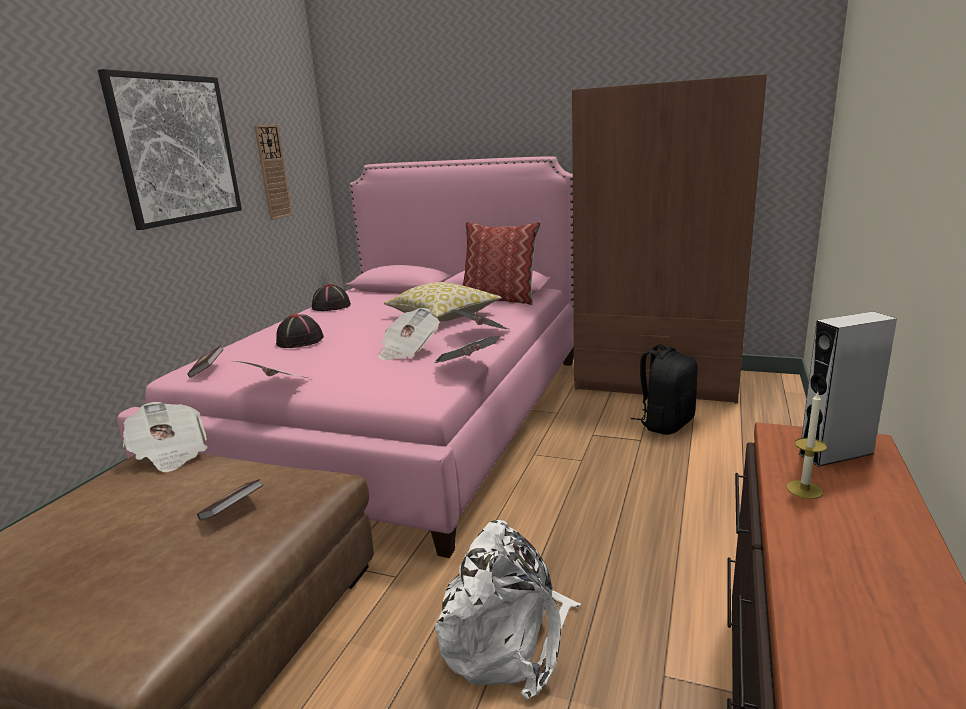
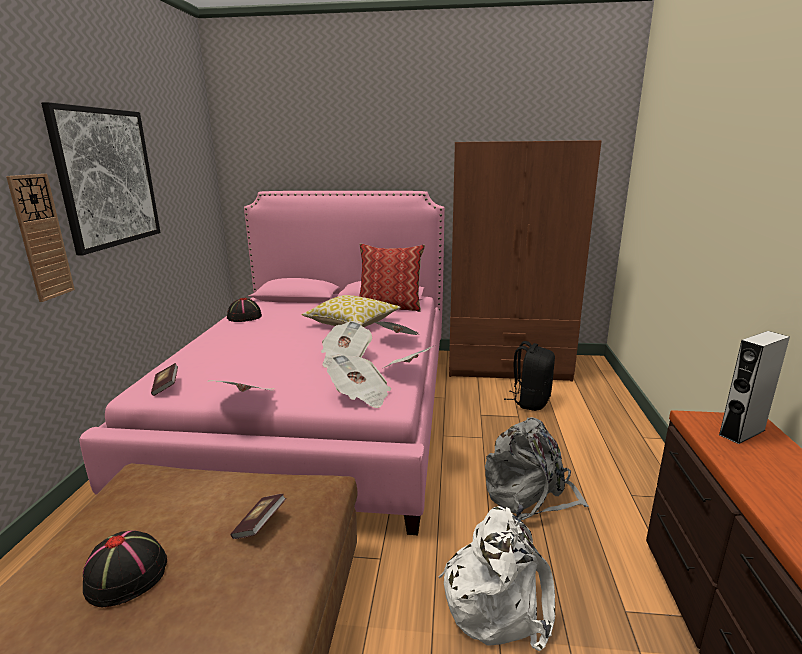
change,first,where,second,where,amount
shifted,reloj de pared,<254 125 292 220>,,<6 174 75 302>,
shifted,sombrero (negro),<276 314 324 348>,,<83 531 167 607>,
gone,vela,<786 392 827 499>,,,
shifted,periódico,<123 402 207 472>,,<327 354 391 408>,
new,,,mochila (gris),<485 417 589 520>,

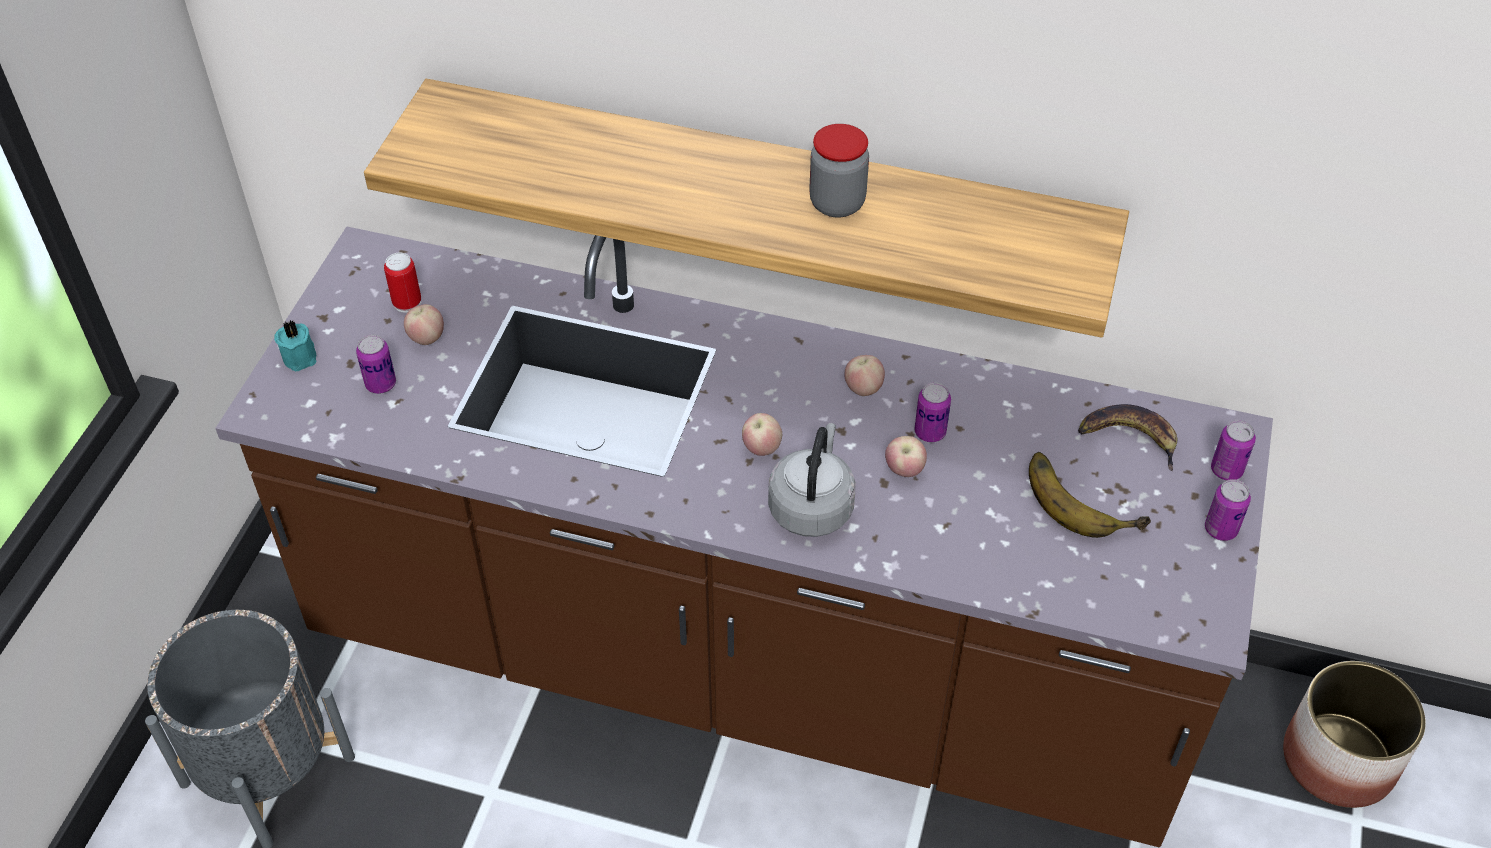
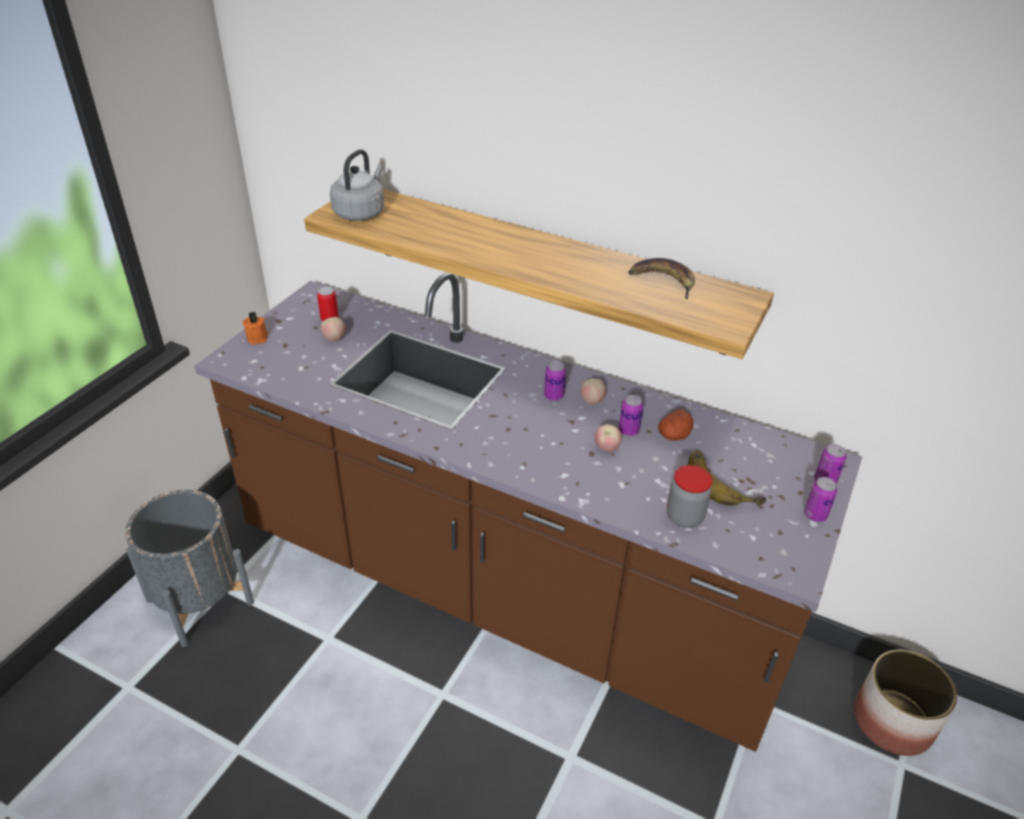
change,first,where,second,where,amount
shifted,tarro,<809 124 869 218>,,<667 465 712 528>,
repainted,vela (turquesa),<274 320 316 371>,vela (naranja),<243 312 268 345>,
shifted,lata,<356 335 396 394>,,<544 361 566 401>,
shifted,plátano,<1078 404 1177 471>,,<628 258 695 299>,
gone,manzana,<742 413 782 456>,,,
shifted,hervidor (gris),<768 423 855 537>,,<330 149 384 221>,
new,,,patata,<658 409 693 441>,

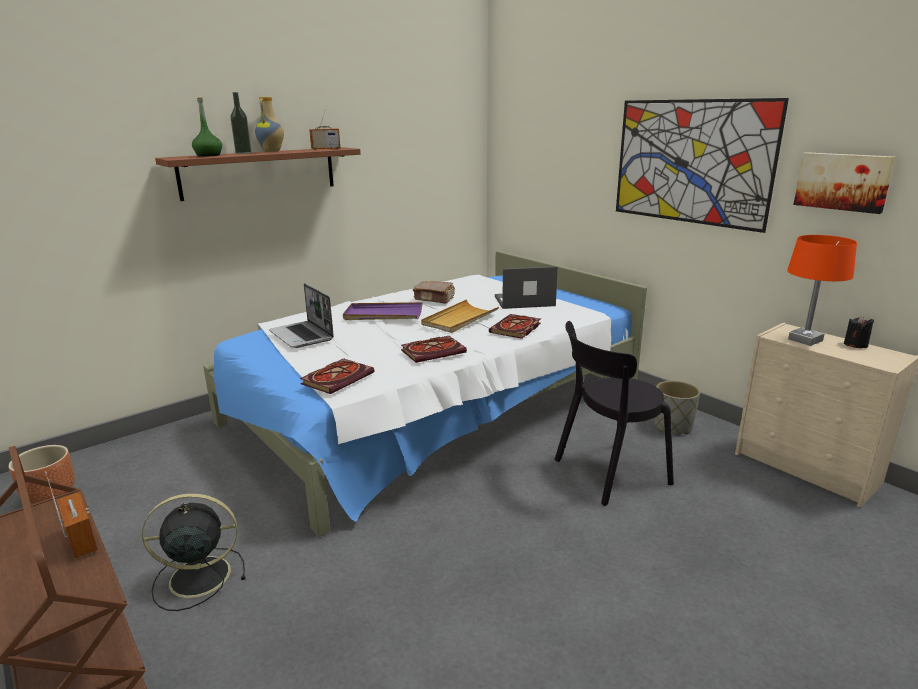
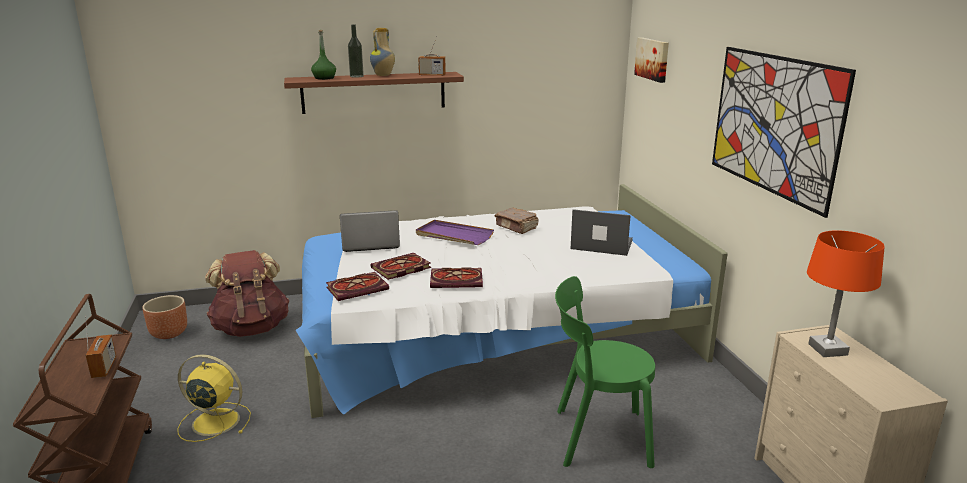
change,first,where,second,where,amount
shifted,cuadro,<793 152 896 214>,,<634 37 669 83>,
rotated,portátil,<269 283 334 348>,,<340 210 400 252>,90 degrees clockwise
gone,bandeja (beis),<421 299 499 333>,,,
shifted,libro,<489 314 541 339>,,<371 253 431 280>,
gone,vela (negro),<844 316 874 348>,,,
repainted,silla (negro),<555 321 674 506>,silla (verde),<555 276 655 468>,
gone,maceta (gris),<654 381 700 435>,,,
repainted,ventilador (negro),<142 493 245 611>,ventilador (amarillo),<178 354 251 442>,
new,,,mochila (marrón),<205 250 289 337>,

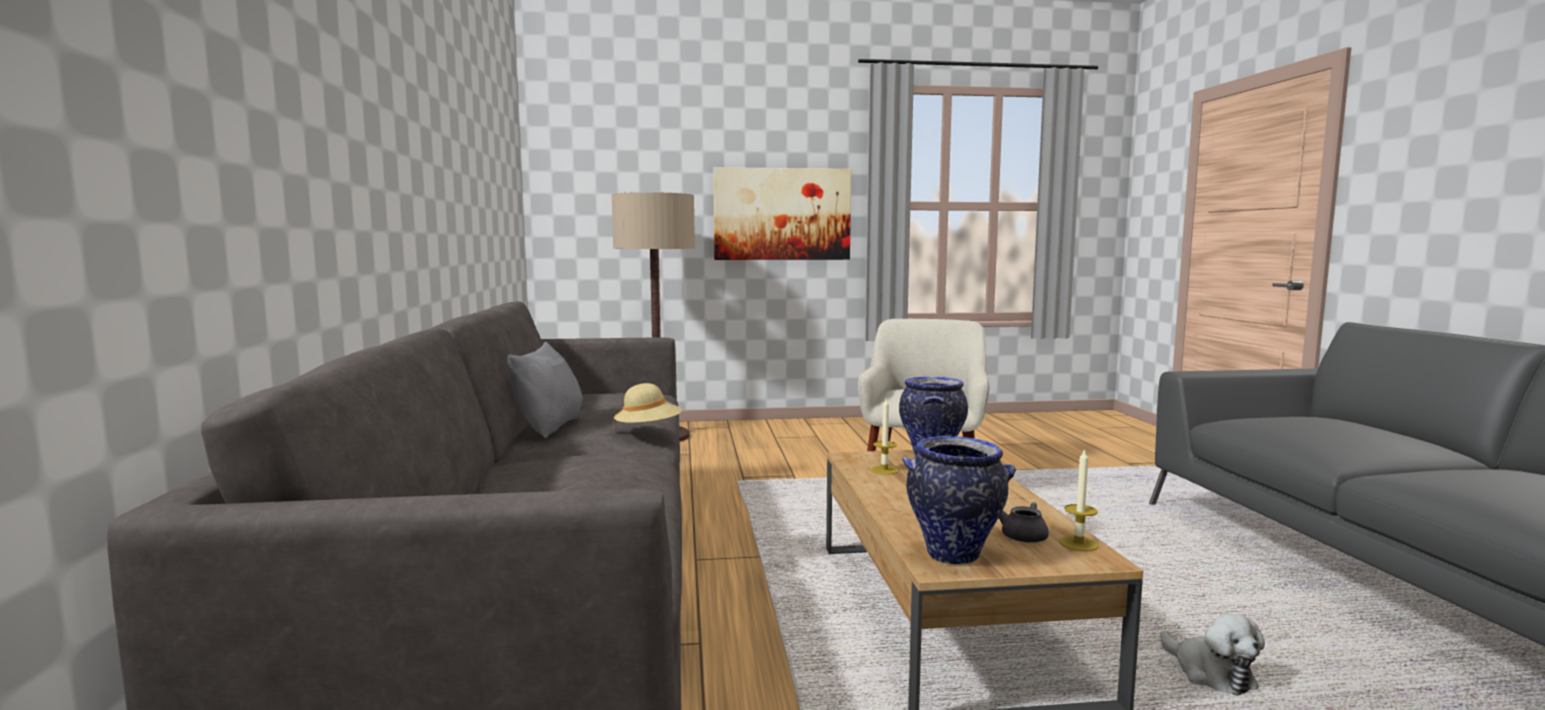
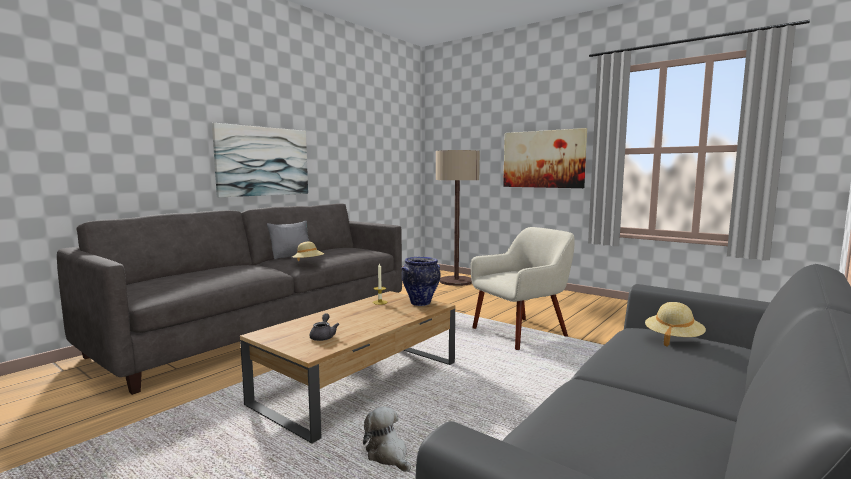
change,first,where,second,where,amount
gone,florero,<902 436 1016 565>,,,
gone,vela,<1059 448 1099 551>,,,
rotated,peluche,<1160 614 1265 695>,,<363 406 411 472>,120 degrees clockwise
new,,,cuadro,<212 123 308 197>,
new,,,sombrero (beis),<645 302 706 347>,

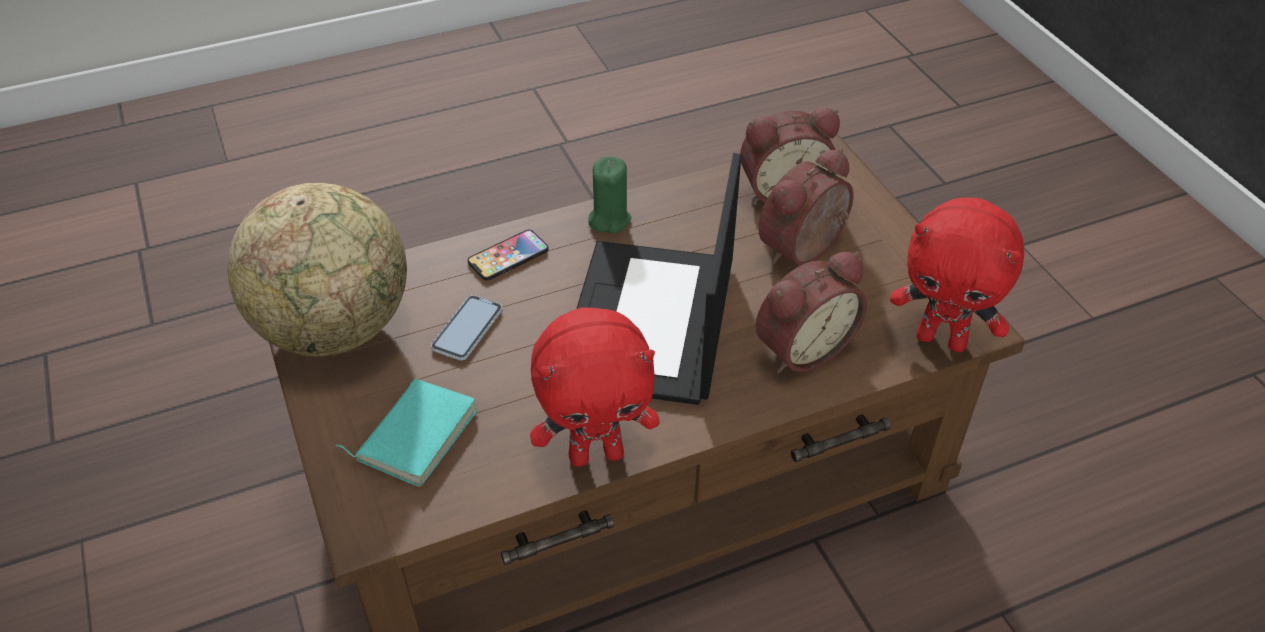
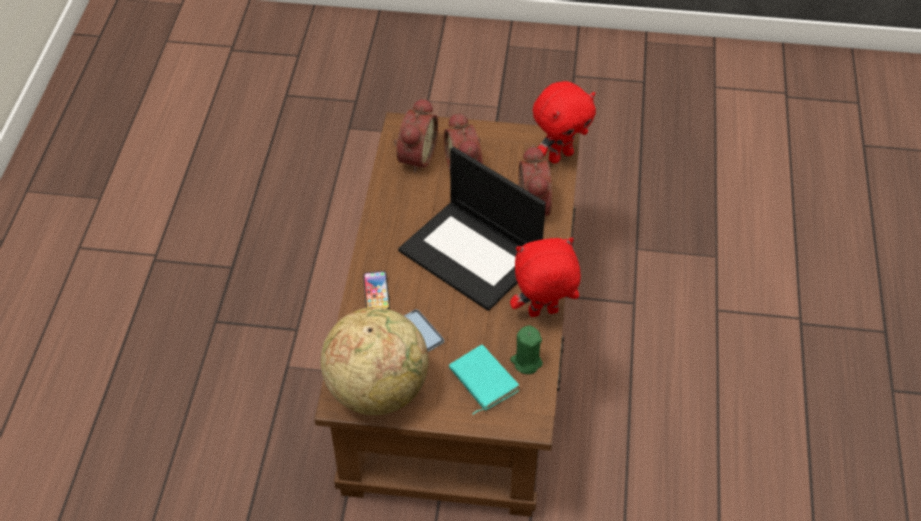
change,first,where,second,where,amount
shifted,vela (verde),<588 157 631 234>,,<510 326 543 374>,
rotated,peluche (rojo),<530 307 660 467>,,<510 238 581 317>,120 degrees counterclockwise

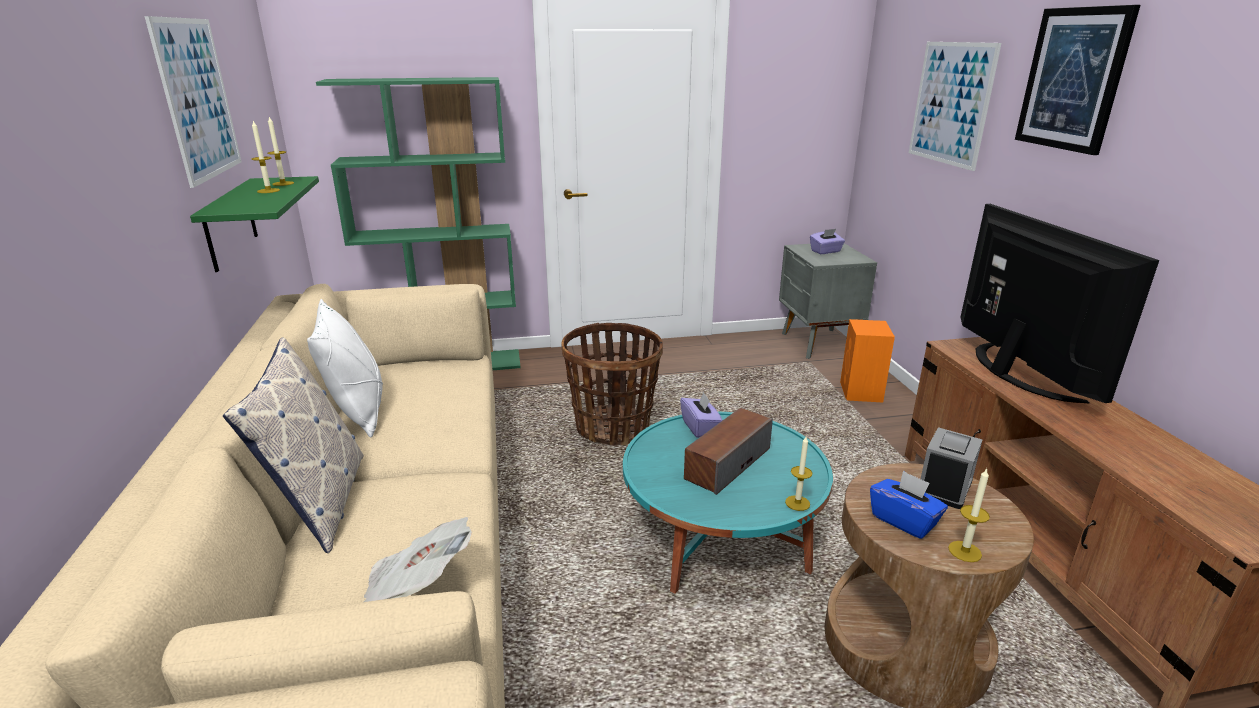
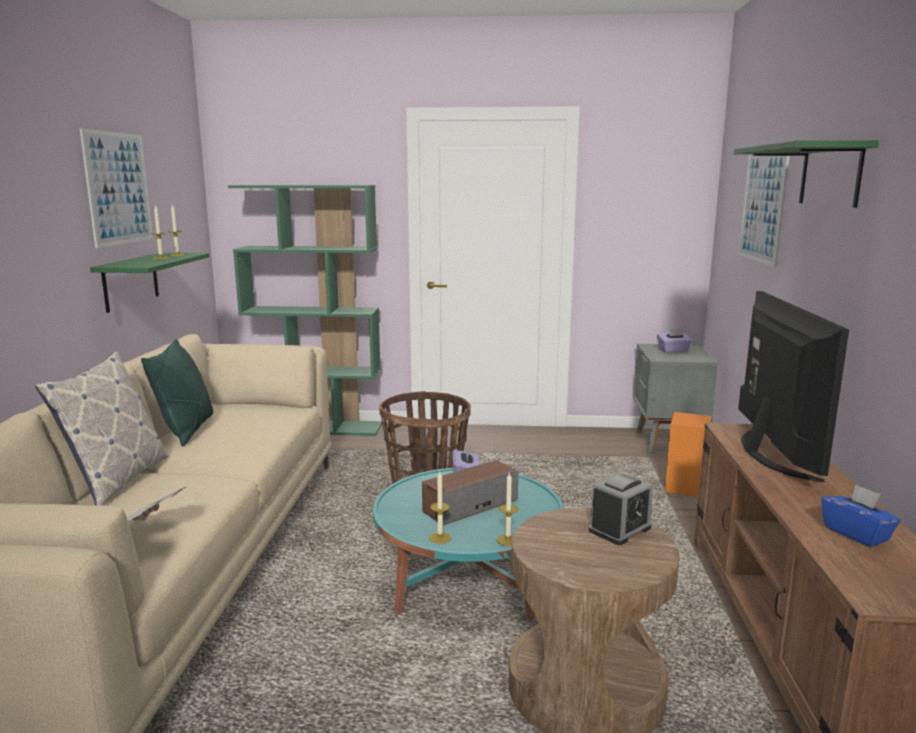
change,first,where,second,where,amount
swapped,cuadro,<1015 5 1140 155>,estante (verde),<734 140 879 208>,
repainted,cojín (blanco),<307 299 383 437>,cojín (verde),<141 339 213 447>,
shifted,vela,<948 468 990 562>,,<429 472 451 544>,
shifted,caja de pañuelos (azul),<870 470 948 539>,,<821 484 900 547>,

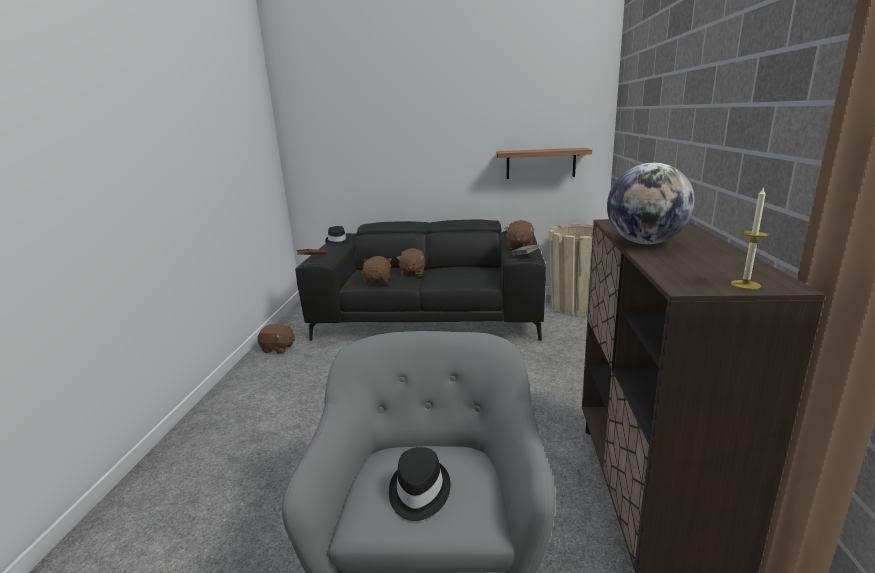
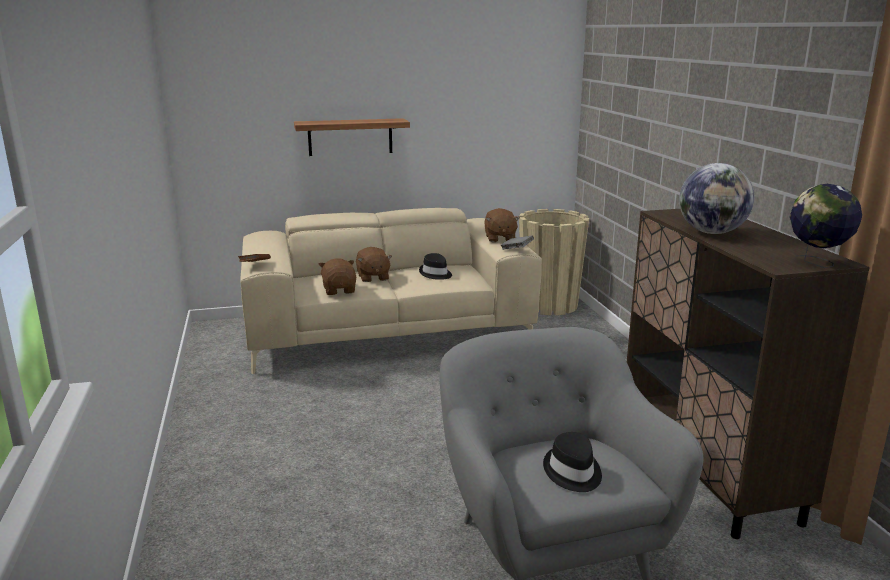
change,first,where,second,where,amount
shifted,estante,<496 148 592 179>,,<294 118 410 156>,
swapped,vela,<731 186 769 289>,globo terráqueo,<790 184 862 268>,
repainted,sofá (negro),<295 220 546 341>,sofá (beis),<240 208 542 374>,
shifted,sombrero (negro),<325 226 350 245>,,<419 253 452 280>,
gone,peluche (marrón),<257 324 295 354>,,,

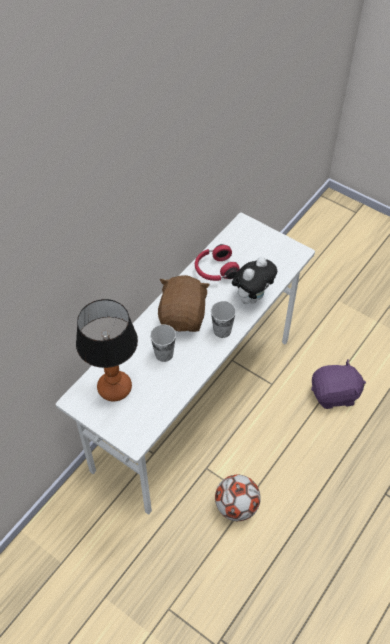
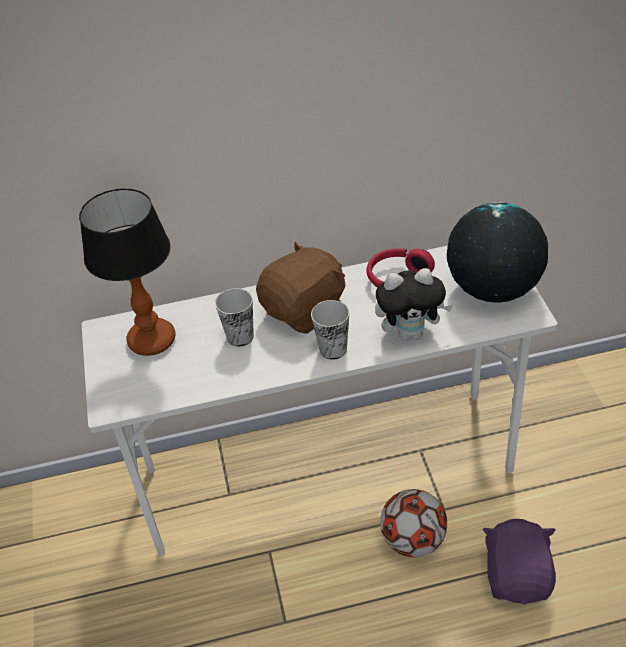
change,first,where,second,where,amount
rotated,peluche (morado),<311 359 366 409>,,<483 519 556 605>,120 degrees counterclockwise
shifted,balón de fútbol,<215 475 261 521>,,<380 489 447 557>,
new,,,globo terráqueo,<447 202 548 303>,

